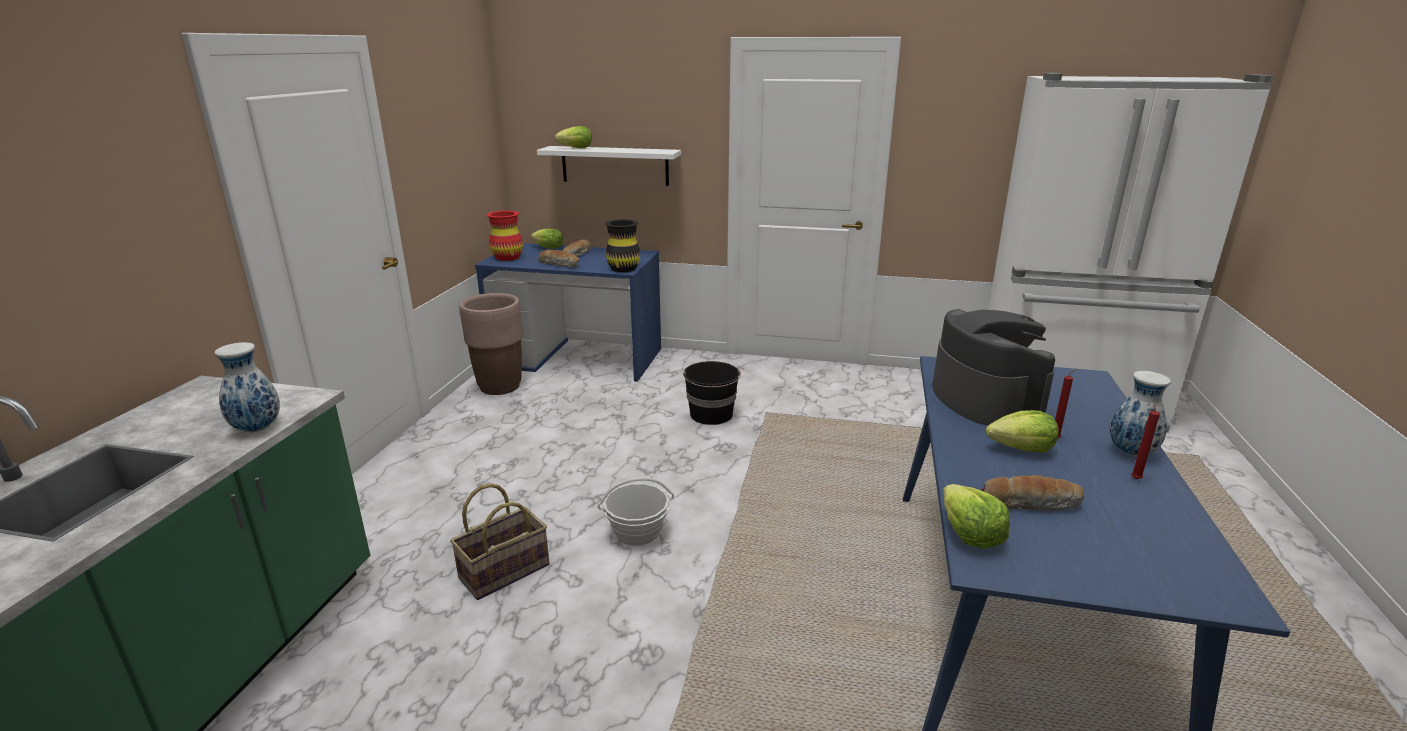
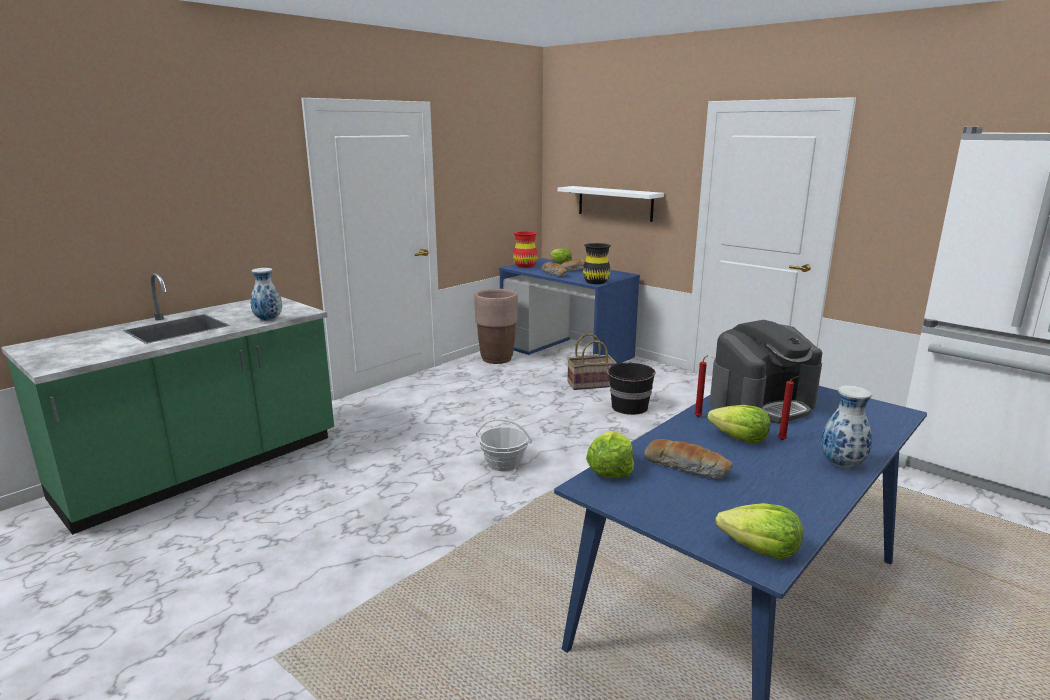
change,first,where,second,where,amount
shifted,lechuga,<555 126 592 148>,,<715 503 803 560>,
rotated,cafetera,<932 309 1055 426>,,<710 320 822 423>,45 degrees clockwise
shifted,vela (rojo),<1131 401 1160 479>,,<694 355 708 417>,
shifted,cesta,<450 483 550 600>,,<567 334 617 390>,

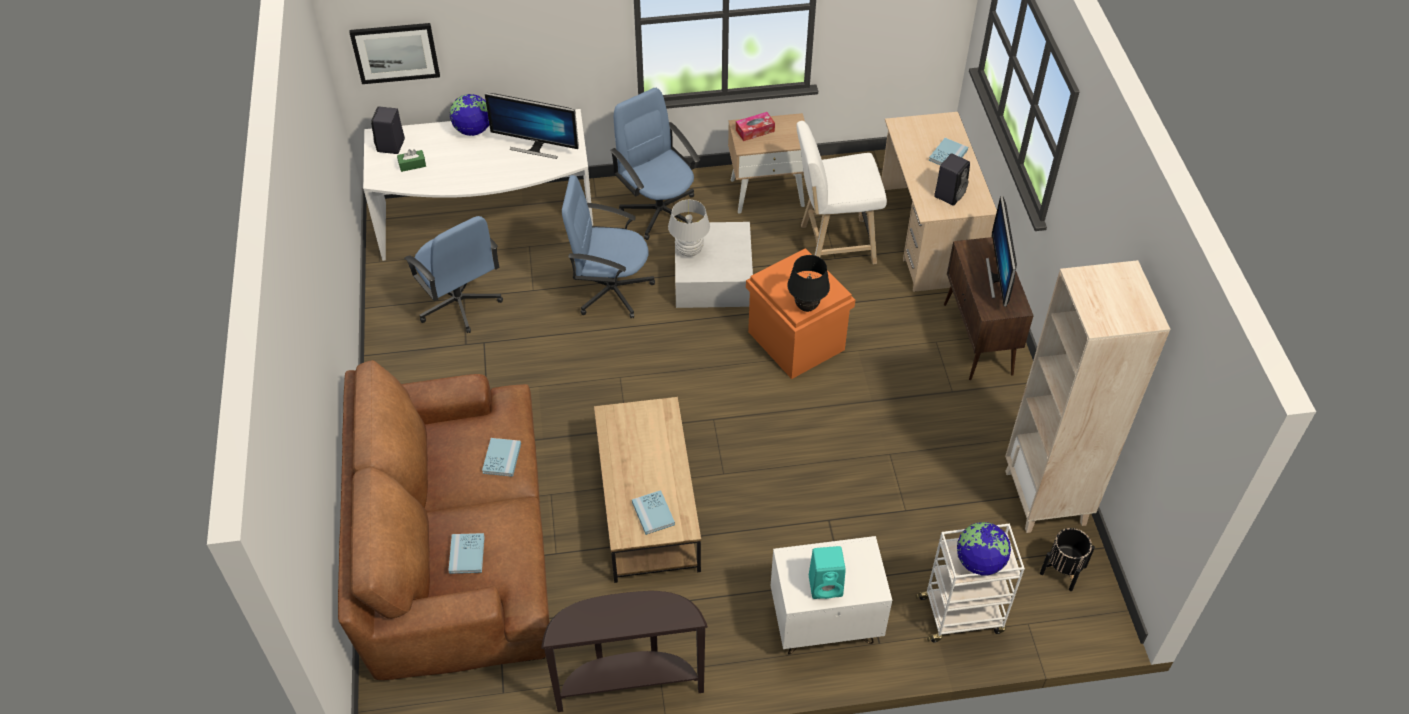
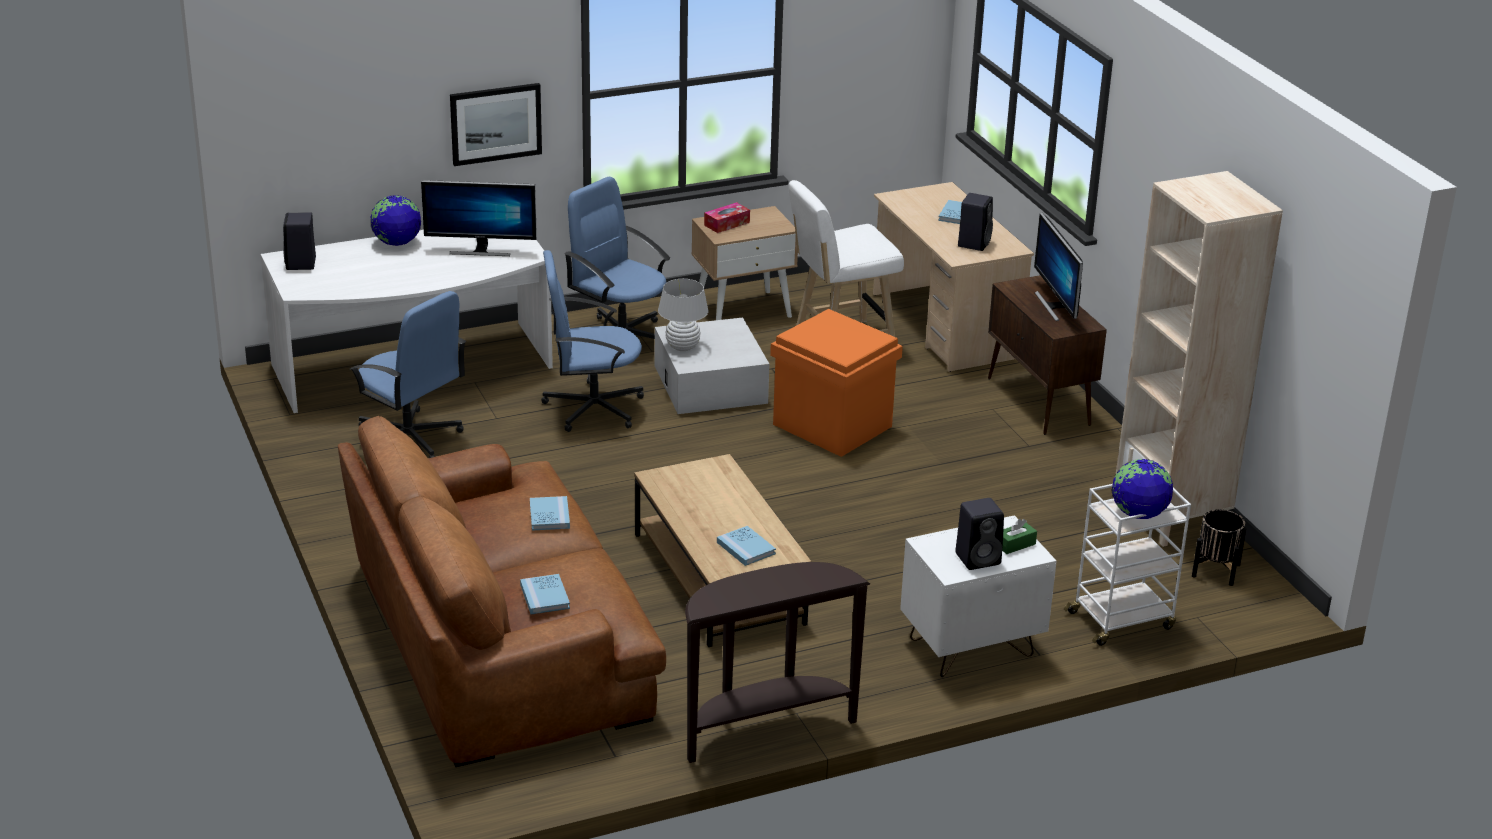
change,first,where,second,where,amount
shifted,cuadro,<349 23 440 84>,,<450 83 542 166>,
shifted,caja de pañuelos (verde),<397 149 426 172>,,<1002 519 1037 554>,
gone,lámpara de mesa (negro),<787 255 830 312>,,,
repainted,altavoz (turquesa),<809 546 846 599>,altavoz (negro),<955 498 1004 570>,

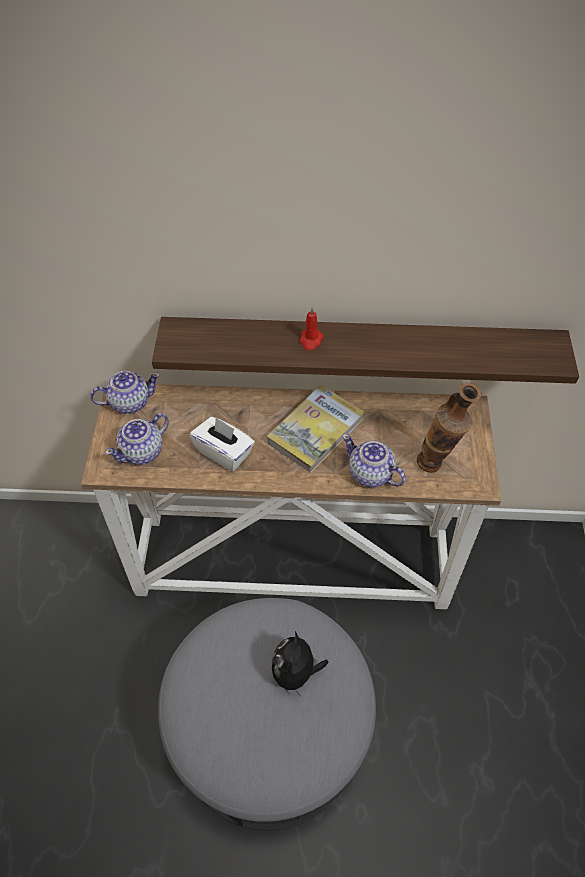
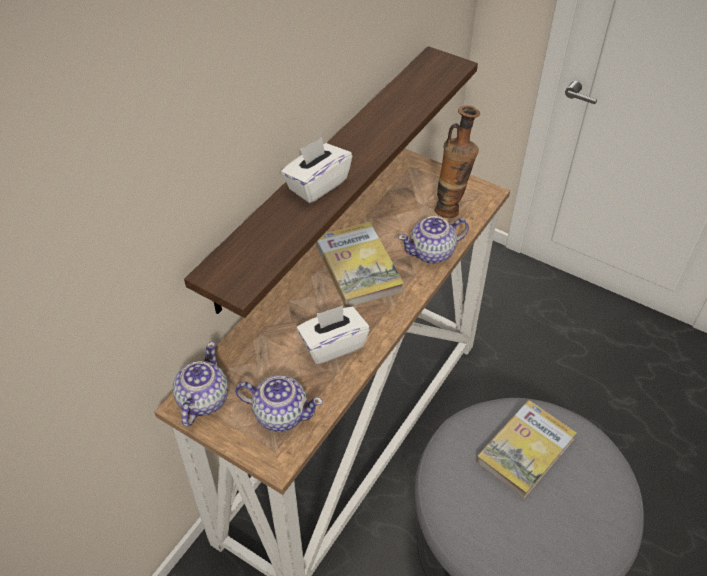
change,first,where,second,where,amount
swapped,vela (rojo),<300 307 324 351>,caja de pañuelos (blanco),<281 137 352 203>,
rotated,tetera,<105 413 169 465>,,<235 375 323 432>,60 degrees counterclockwise
swapped,peluche,<271 631 329 697>,libro,<476 400 577 498>,

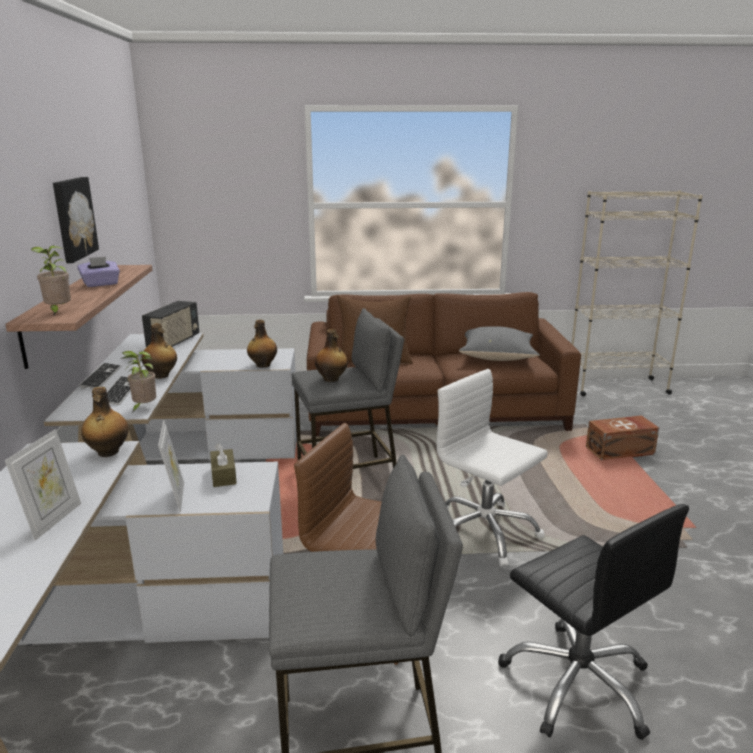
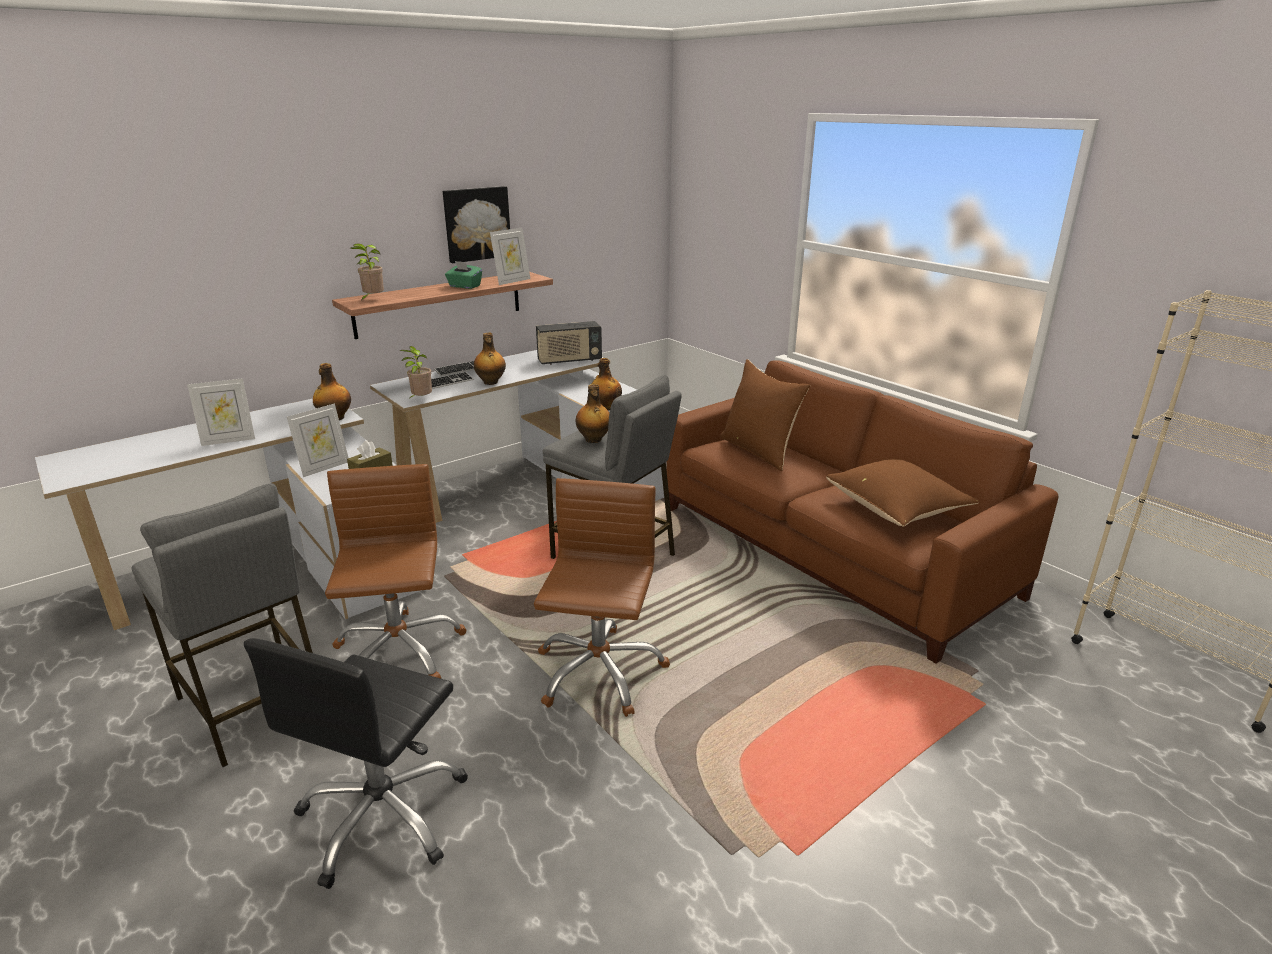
change,first,where,second,where,amount
repainted,caja de pañuelos (morado),<78 257 120 287>,caja de pañuelos (verde),<445 261 482 289>,
repainted,cojín (gris),<459 326 540 361>,cojín (marrón),<826 459 979 527>,
repainted,silla de oficina (blanco),<437 369 548 566>,silla de oficina (marrón),<534 478 670 717>,
gone,caja de almacenaje (marrón),<586 415 659 460>,,,
new,,,portarretratos,<490 228 530 285>,

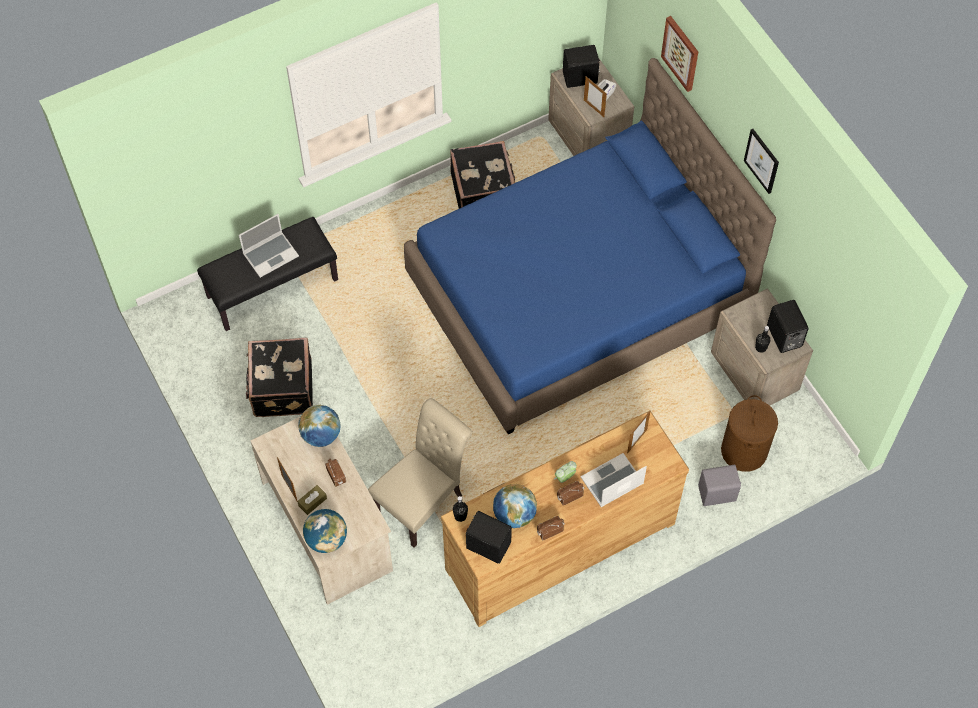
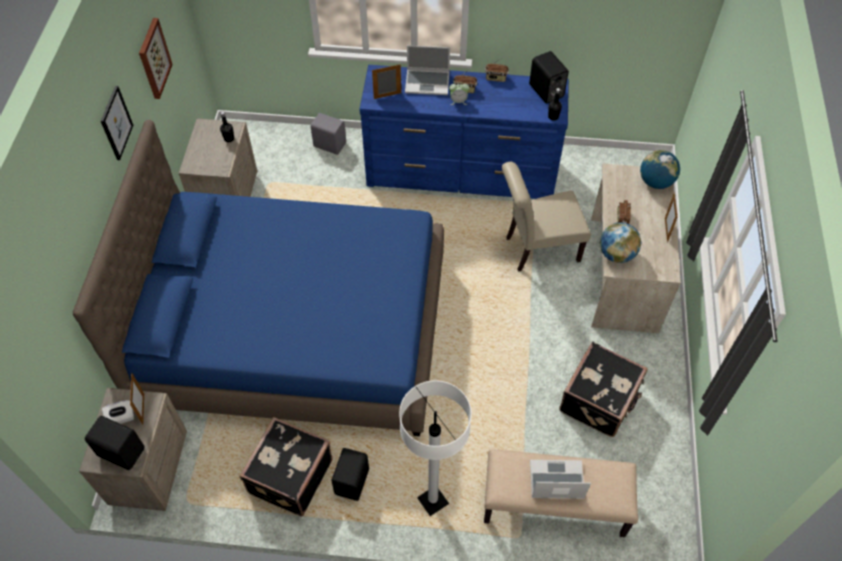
change,first,where,second,where,amount
shifted,cuadro,<661 16 698 92>,,<139 18 173 99>,
repainted,banco (negro),<197 217 338 331>,banco (beis),<484 449 638 537>,
shifted,altavoz (negro),<767 300 809 353>,,<331 448 369 501>,
gone,cesto de la ropa (marrón),<721 395 778 472>,,,
repainted,cómoda (marrón),<441 411 689 627>,cómoda (azul),<359 65 569 199>,
gone,globo terráqueo,<493 484 537 528>,,,
gone,caja de pañuelos (marrón),<297 485 327 515>,,,
new,,,lámpara de pie (blanco),<399 380 472 516>,

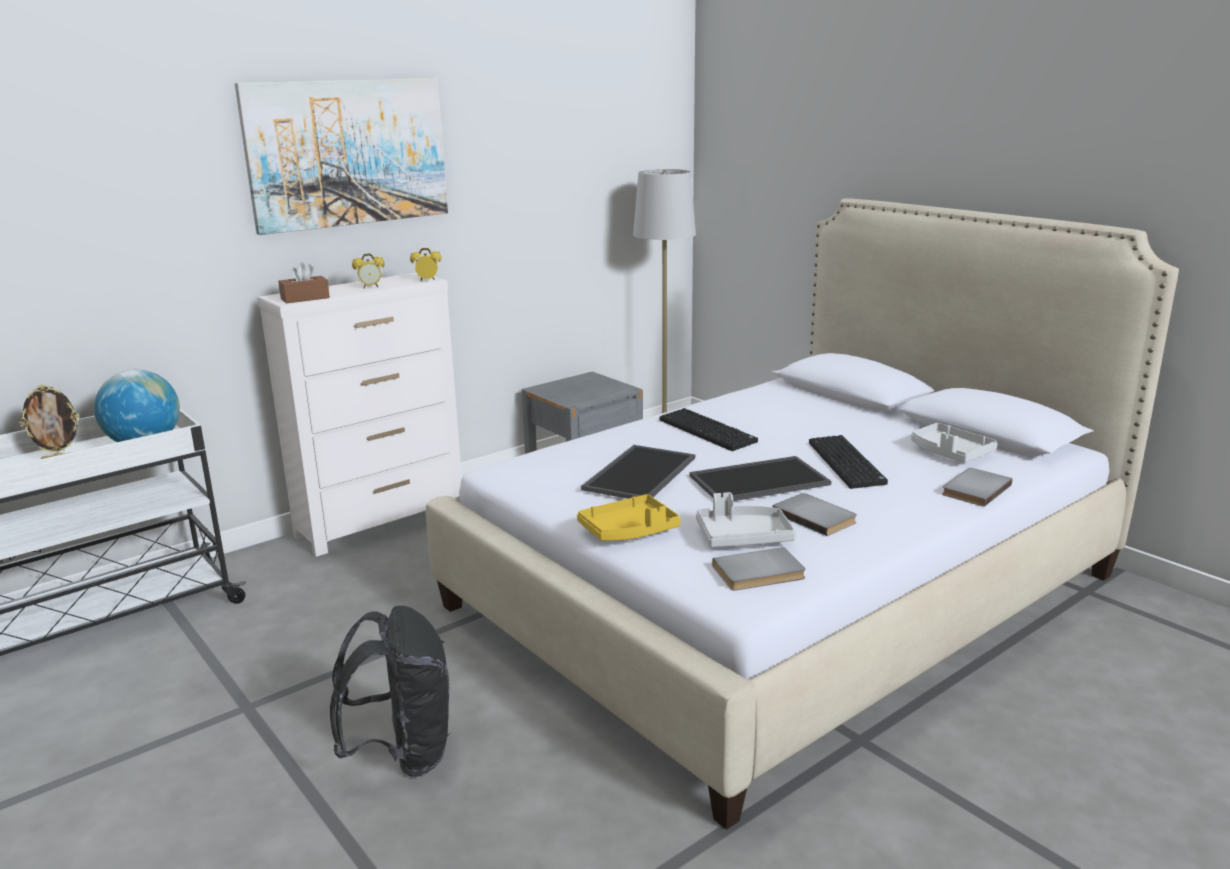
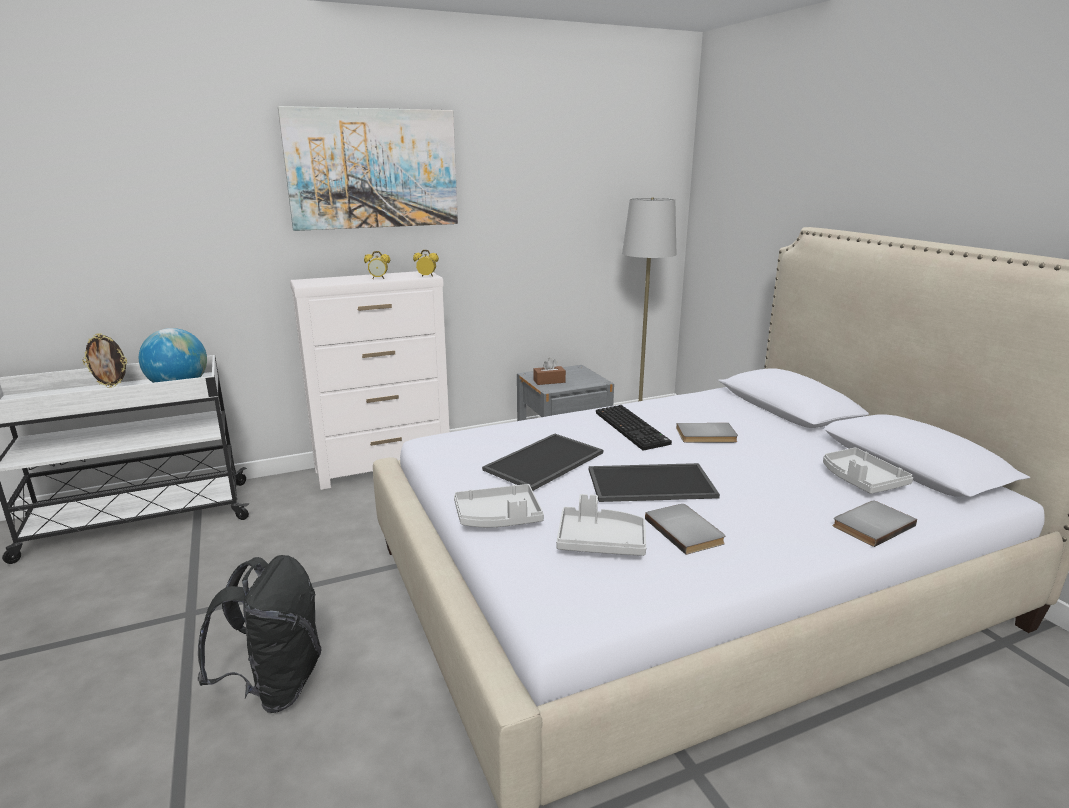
change,first,where,second,where,amount
shifted,caja de pañuelos (marrón),<278 262 330 303>,,<533 358 566 385>,
gone,teclado,<809 435 888 489>,,,
repainted,bandeja (amarillo),<577 494 681 541>,bandeja (gris),<454 484 544 527>,
shifted,libro (gris),<712 547 805 590>,,<676 423 738 443>,

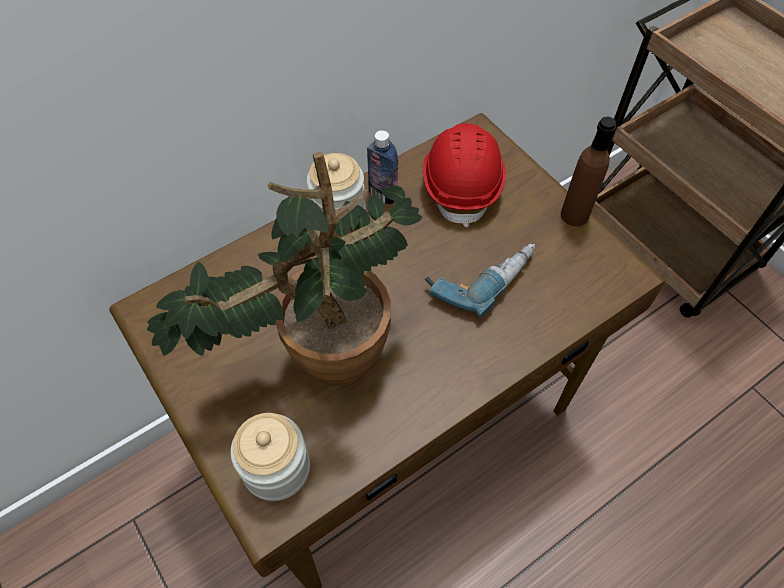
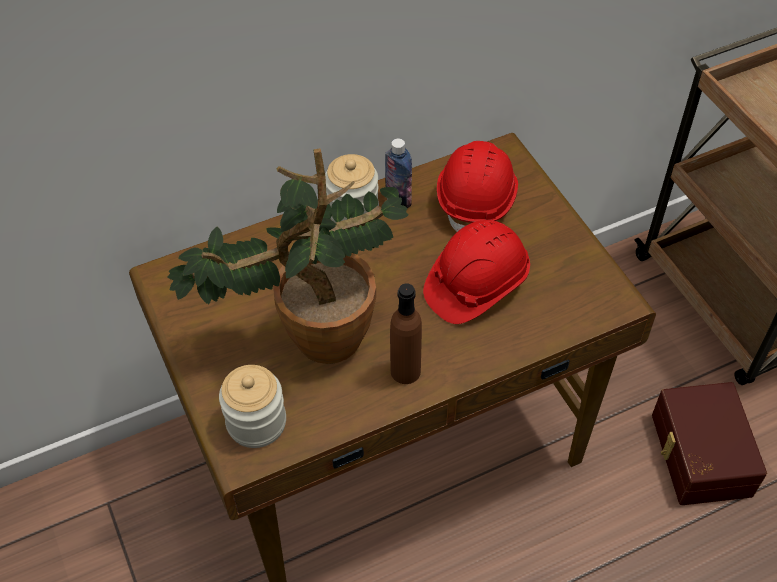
change,first,where,second,where,amount
shifted,botella (marrón),<561 117 616 226>,,<390 283 422 384>,
swapped,taladro,<425 244 535 318>,casco (rojo),<423 220 530 324>,
new,,,caja de almacenaje (marrón),<652 382 767 505>,

